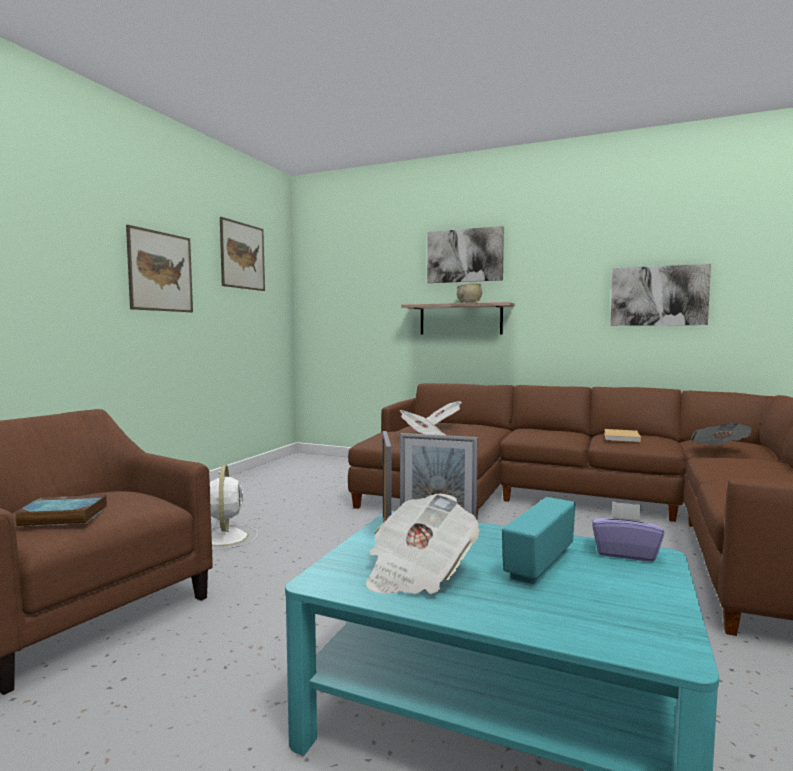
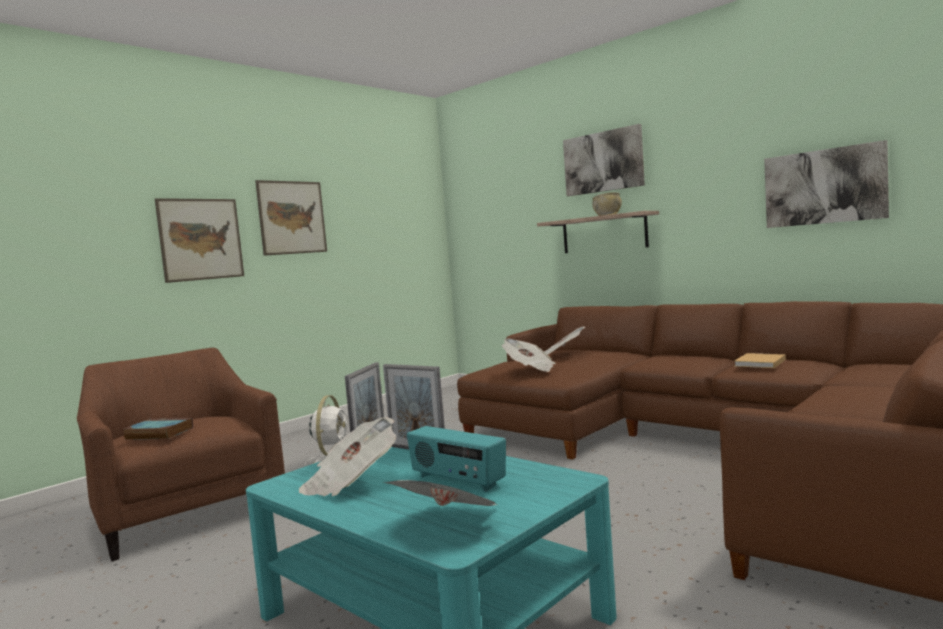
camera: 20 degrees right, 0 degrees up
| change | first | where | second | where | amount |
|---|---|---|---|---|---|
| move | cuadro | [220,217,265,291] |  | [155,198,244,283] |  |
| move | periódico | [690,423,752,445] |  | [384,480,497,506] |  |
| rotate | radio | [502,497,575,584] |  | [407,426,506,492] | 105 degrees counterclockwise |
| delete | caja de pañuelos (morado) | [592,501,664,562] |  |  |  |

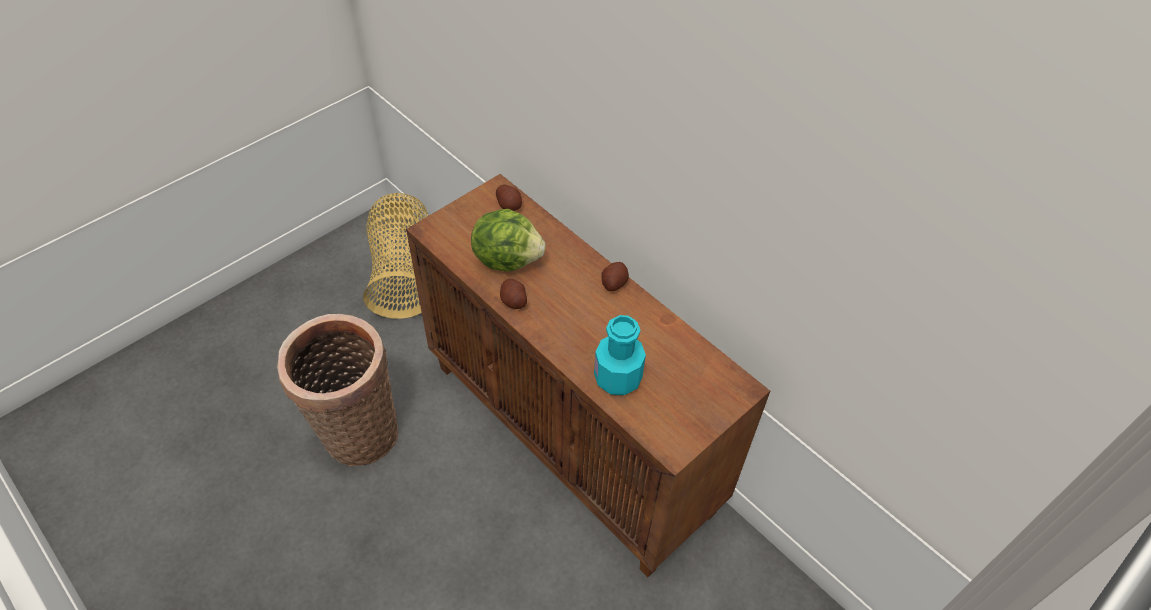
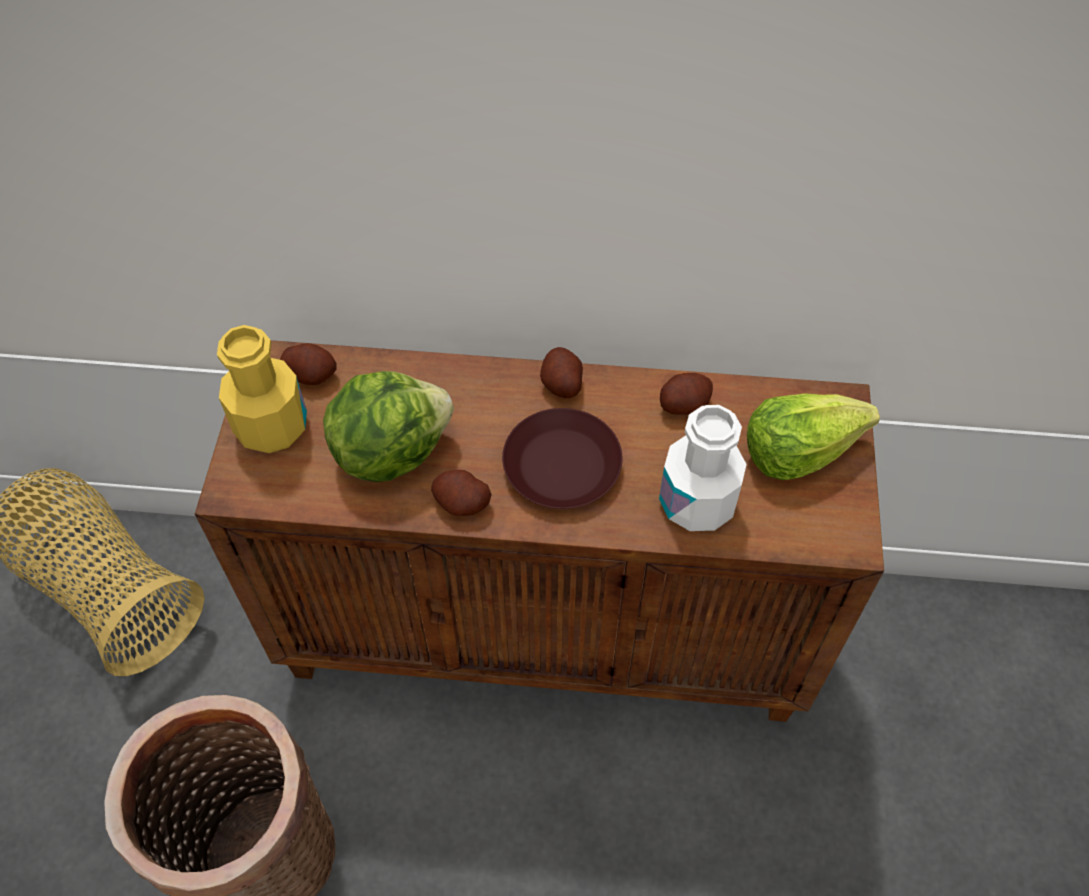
camera: 40 degrees left, 5 degrees up
| change | first | where | second | where | amount |
|---|---|---|---|---|---|
| recolor | botella (turquesa) | [594,315,646,395] | botella (blanco) | [659,405,747,531] |  |
| insert |  |  | botella (amarillo) | [217,325,307,453] |  |
| insert |  |  | patata | [660,373,713,415] |  |
| insert |  |  | lechuga | [747,393,880,480] |  |
| insert |  |  | plato (marrón) | [502,408,622,509] |  |

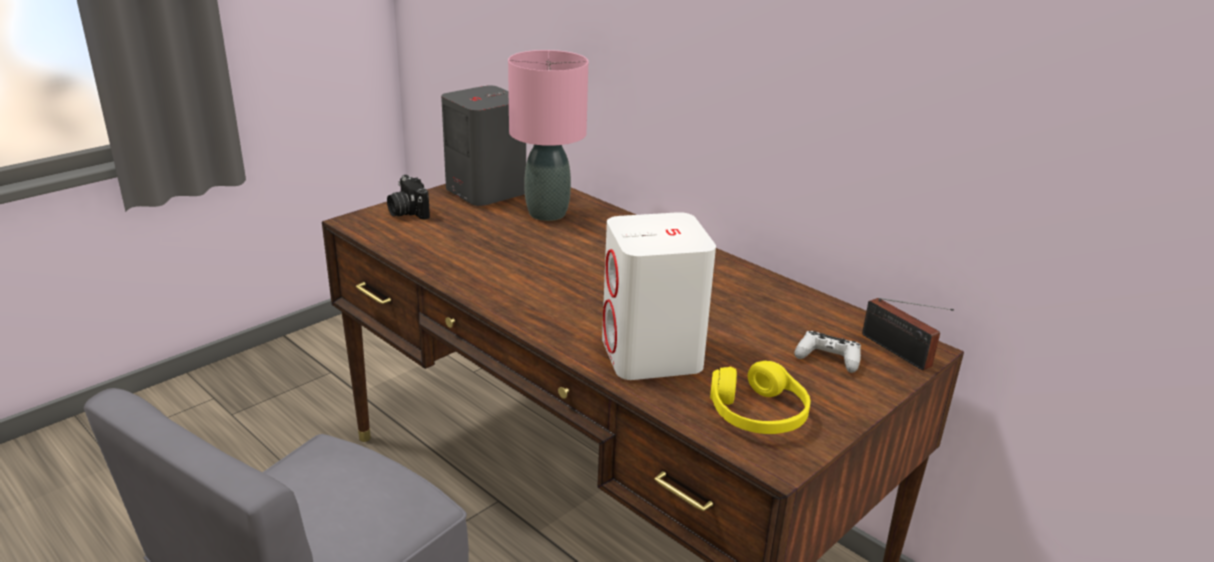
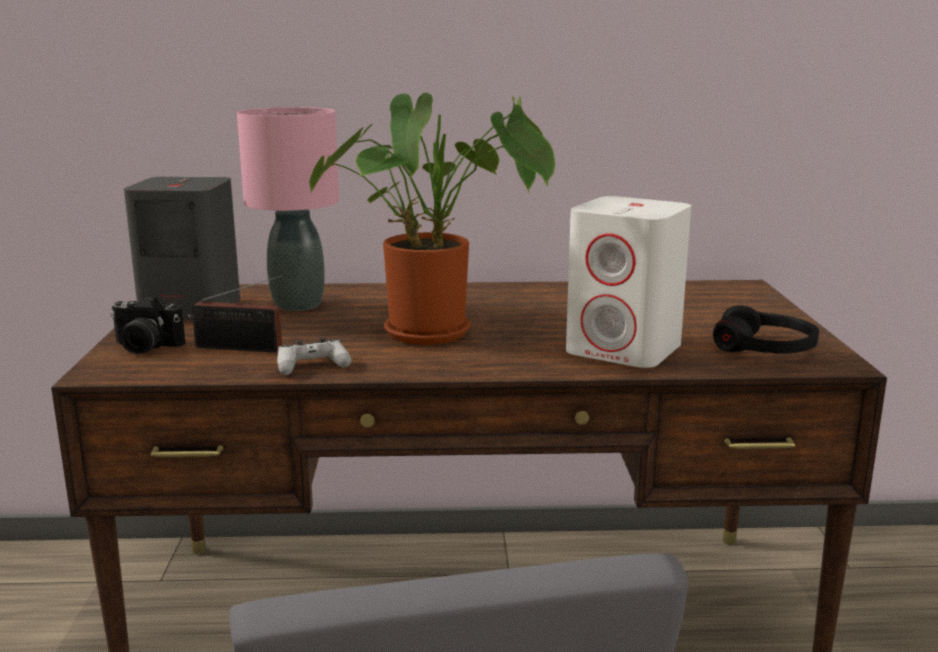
camera: 45 degrees left, 10 degrees down
| change | first | where | second | where | amount |
|---|---|---|---|---|---|
| move | radio | [862,298,954,370] |  | [192,274,286,353] |  |
| move | mando de consola (blanco) | [794,331,861,373] |  | [277,338,352,375] |  |
| recolor | auriculares (amarillo) | [710,361,810,434] | auriculares (negro) | [713,305,819,354] |  |
| insert |  |  | planta en maceta | [309,93,555,345] |  |

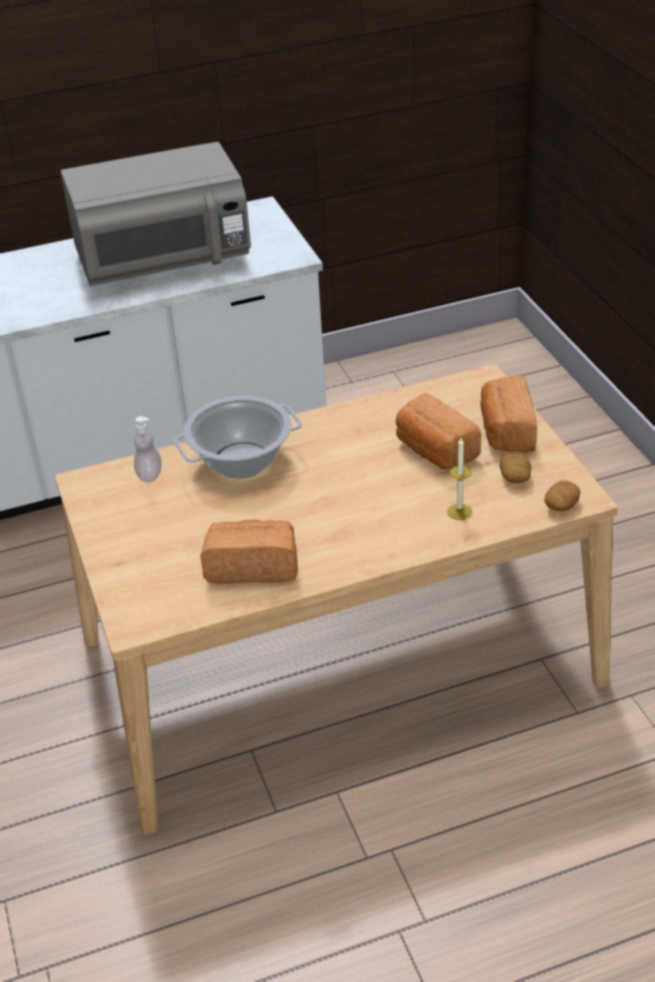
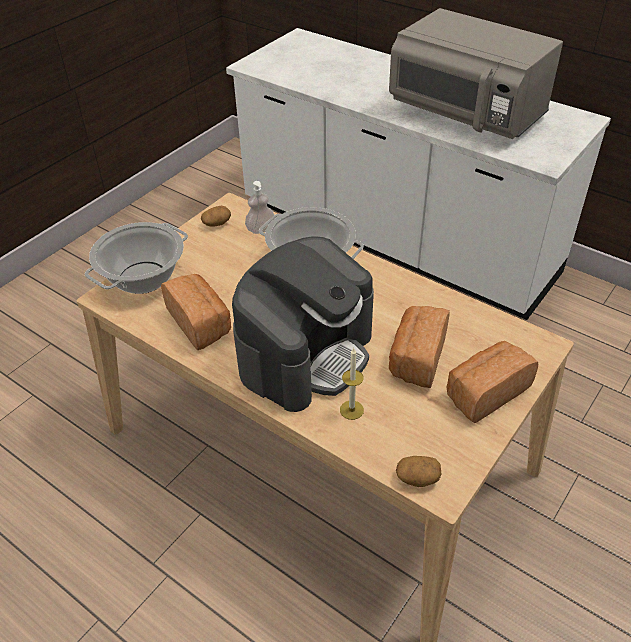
camera: 55 degrees right, 5 degrees up
| change | first | where | second | where | amount |
|---|---|---|---|---|---|
| move | patata | [500,453,531,483] |  | [201,205,231,227] |  |
| insert |  |  | olla | [84,222,188,294] |  |
| insert |  |  | cafetera | [232,236,374,412] |  |

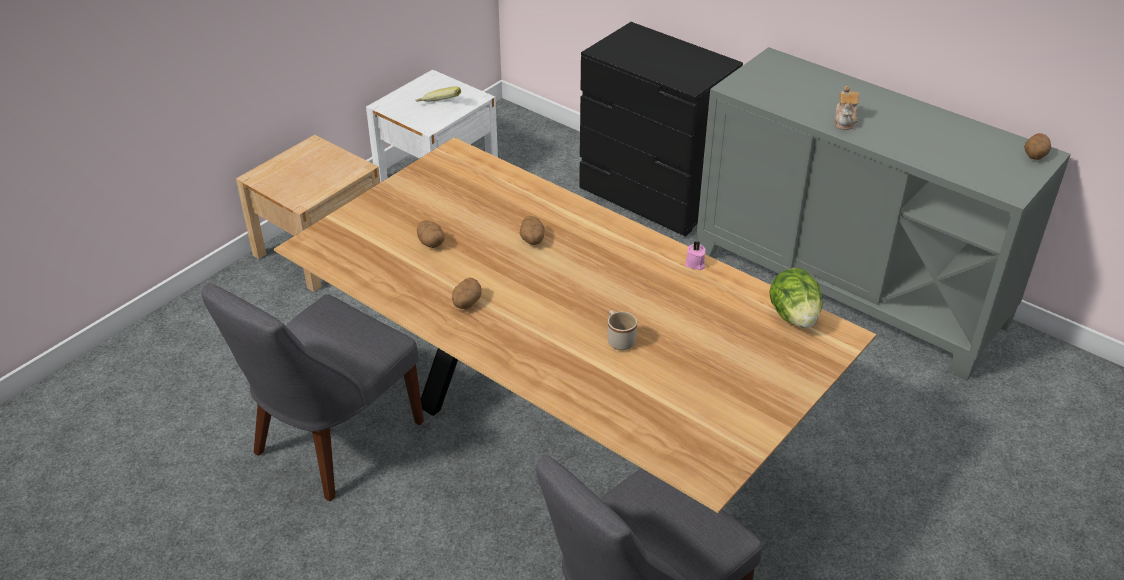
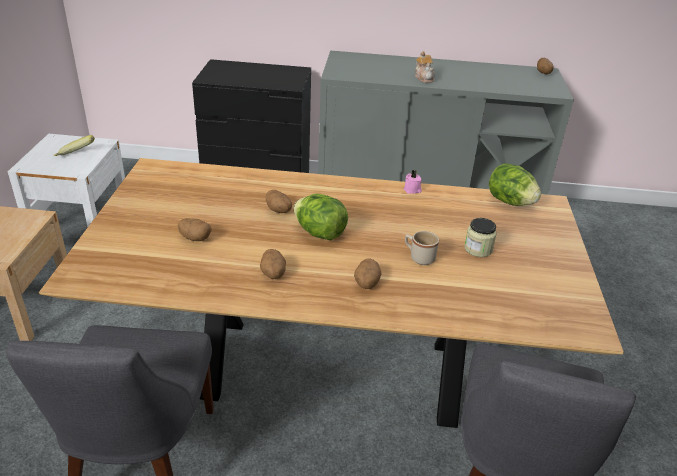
camera: 35 degrees left, 5 degrees down
| change | first | where | second | where | amount |
|---|---|---|---|---|---|
| insert |  |  | lechuga | [294,194,348,240] |  |
| insert |  |  | tarro | [464,218,497,257] |  |
| insert |  |  | patata | [354,258,382,289] |  |

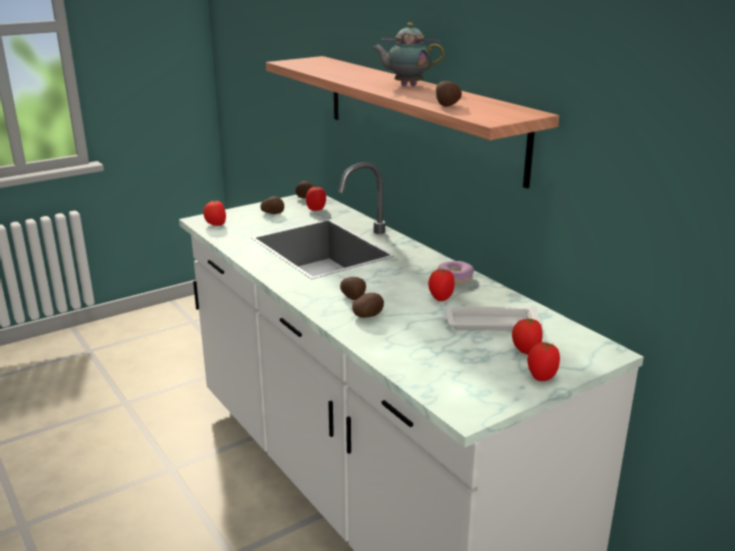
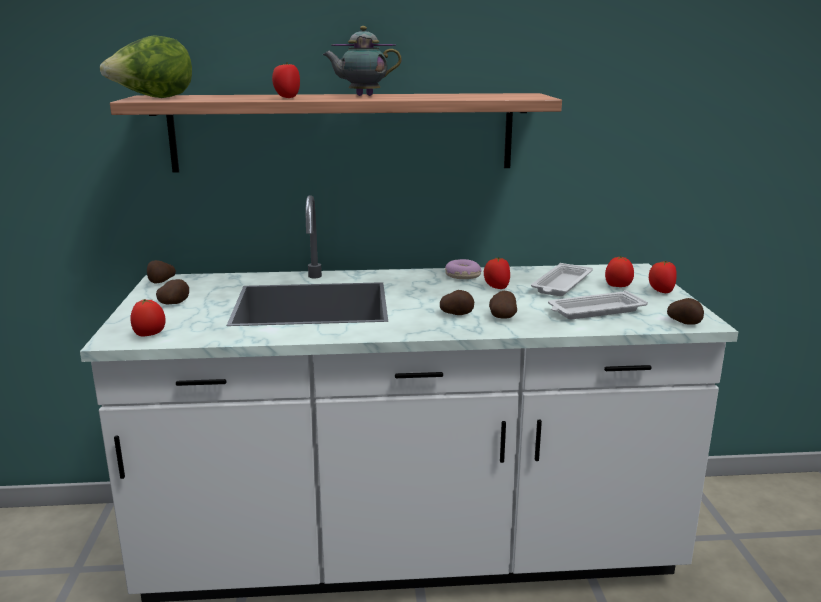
camera: 60 degrees left, 5 degrees down
| change | first | where | second | where | amount |
|---|---|---|---|---|---|
| rotate | tetera | [372,23,444,86] |  | [323,26,402,96] | 45 degrees clockwise |
| move | patata | [436,81,462,107] |  | [667,298,704,324] |  |
| move | tomate | [306,186,326,211] |  | [272,62,300,98] |  |
| insert |  |  | lechuga | [100,35,192,98] |  |
| insert |  |  | bandeja (blanco) | [548,290,648,320] |  |

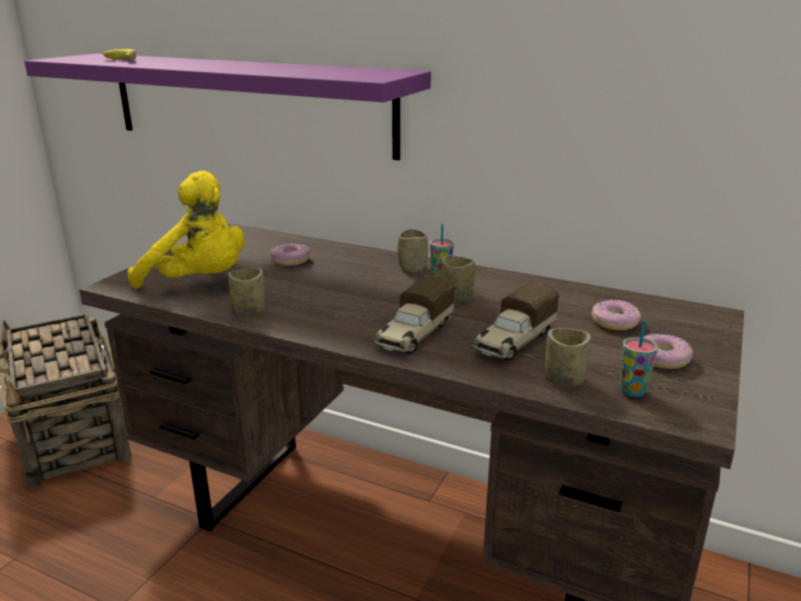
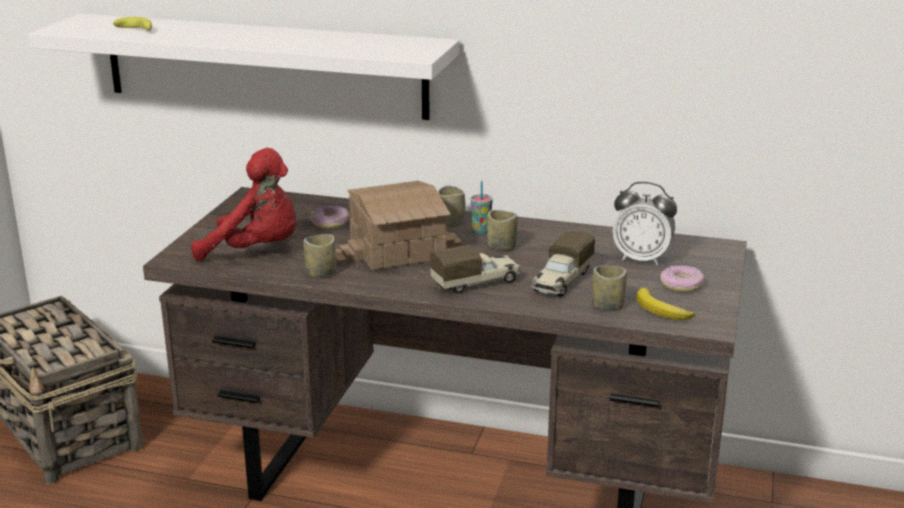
camera: 10 degrees left, 0 degrees up
| change | first | where | second | where | amount |
|---|---|---|---|---|---|
| recolor | estante (morado) | [24,54,431,160] | estante (blanco) | [28,14,459,120] |  |
| recolor | peluche (amarillo) | [127,171,245,289] | peluche (rojo) | [191,148,296,261] |  |
| rotate | camión de juguete | [375,277,455,354] |  | [430,245,521,293] | 135 degrees counterclockwise |
| replace | rosquilla | [591,300,641,330] | despertador | [613,182,677,265] |  |
| replace | taza | [620,320,658,397] | plátano | [636,288,695,320] |  |
| insert |  |  | casita | [336,181,462,270] |  |

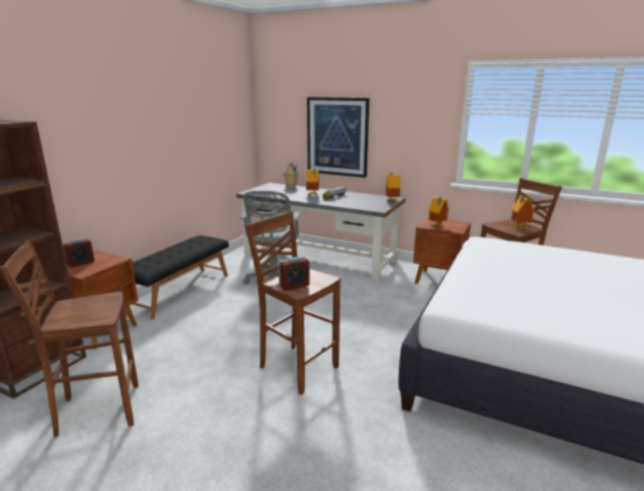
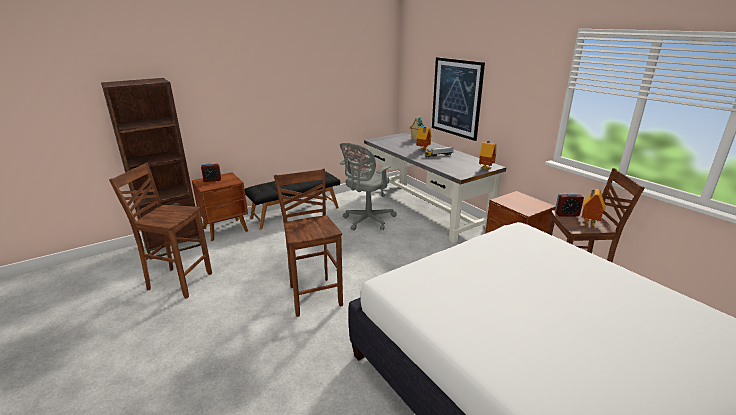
camera: 30 degrees right, 5 degrees up
| change | first | where | second | where | amount |
|---|---|---|---|---|---|
| delete | casita | [428,197,449,228] |  |  |  |
| move | despertador | [278,256,310,291] |  | [555,192,584,217] |  |

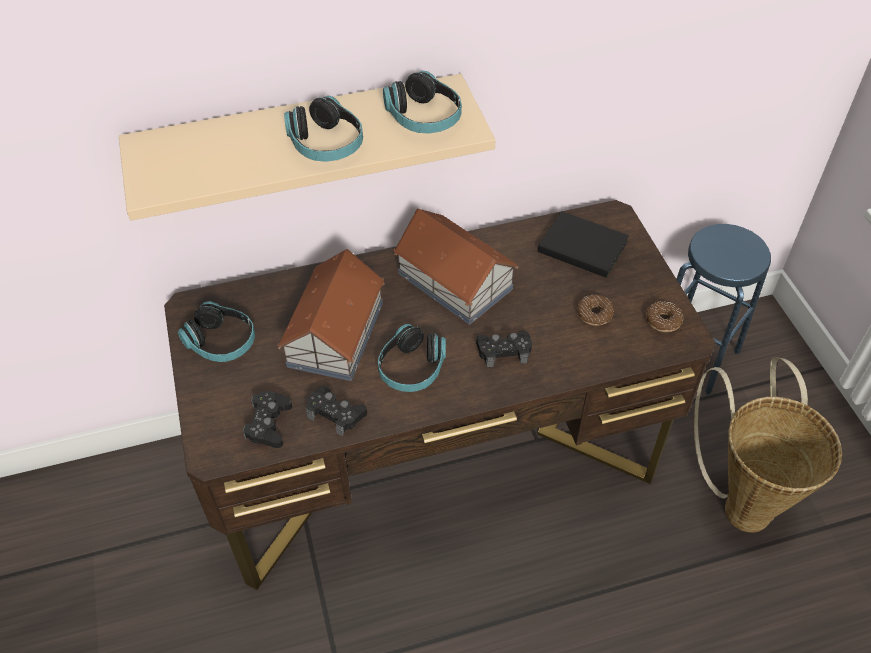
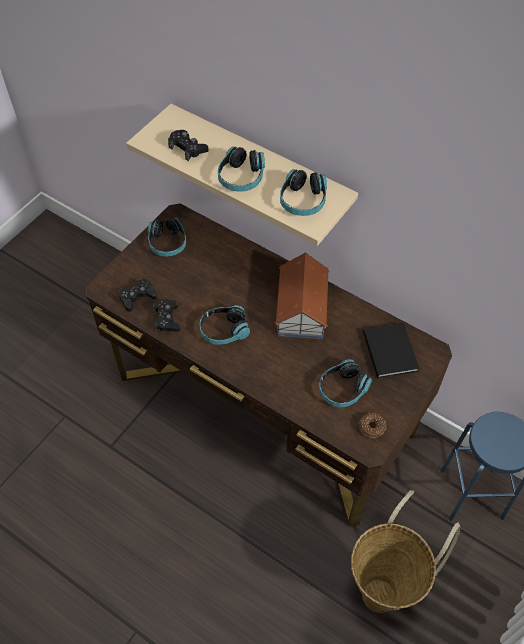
camera: 50 degrees right, 5 degrees up
| change | first | where | second | where | amount |
|---|---|---|---|---|---|
| delete | casita | [278,249,385,381] |  |  |  |
| replace | rosquilla | [577,295,614,326] | auriculares | [319,359,372,407] |  |
| move | mando de consola (negro) | [476,331,532,367] |  | [168,130,209,162] |  |

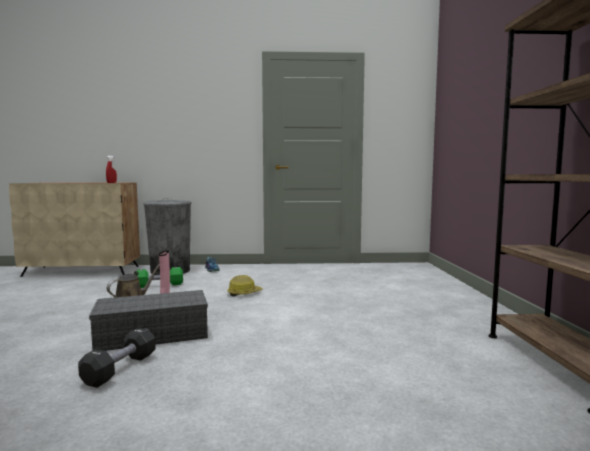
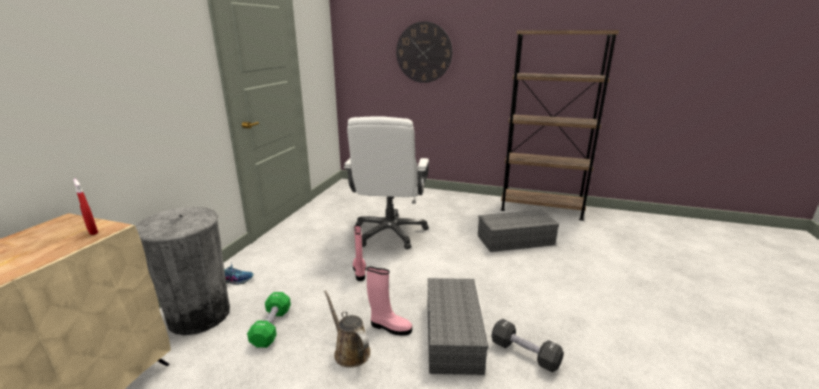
camera: 70 degrees left, 15 degrees up
| change | first | where | second | where | amount |
|---|---|---|---|---|---|
| replace | casco | [227,275,263,297] | bota (rosa) | [353,225,366,281] |  |
| insert |  |  | reloj de pared | [396,21,452,83] |  |
| insert |  |  | silla de oficina (blanco) | [343,116,429,249] |  |
| insert |  |  | caja de almacenaje (gris) | [478,210,559,252] |  |

